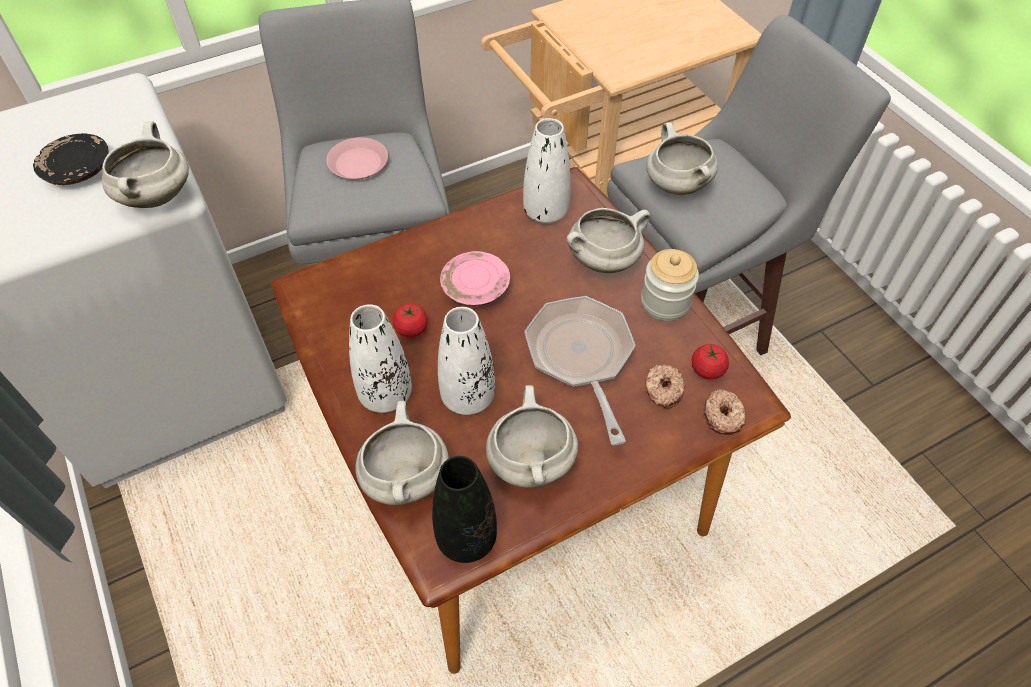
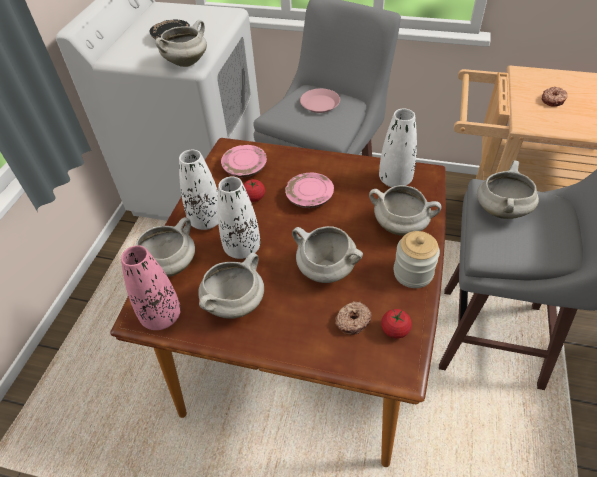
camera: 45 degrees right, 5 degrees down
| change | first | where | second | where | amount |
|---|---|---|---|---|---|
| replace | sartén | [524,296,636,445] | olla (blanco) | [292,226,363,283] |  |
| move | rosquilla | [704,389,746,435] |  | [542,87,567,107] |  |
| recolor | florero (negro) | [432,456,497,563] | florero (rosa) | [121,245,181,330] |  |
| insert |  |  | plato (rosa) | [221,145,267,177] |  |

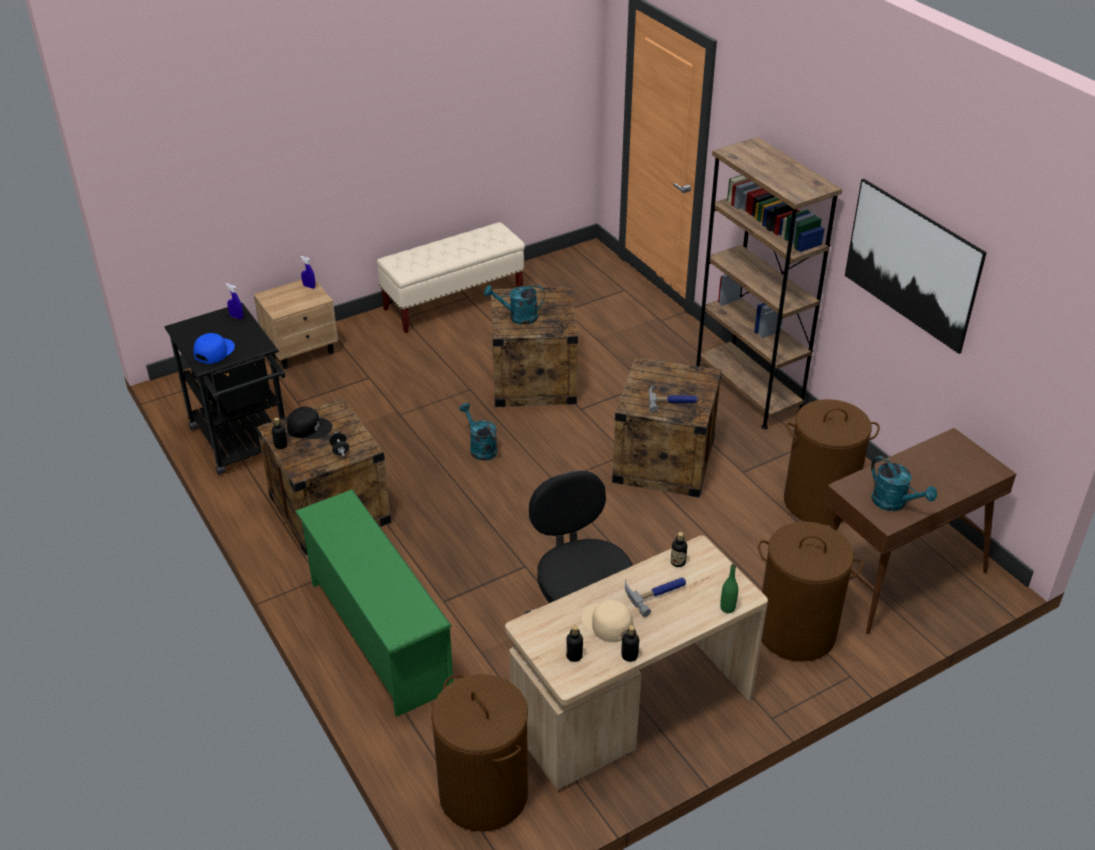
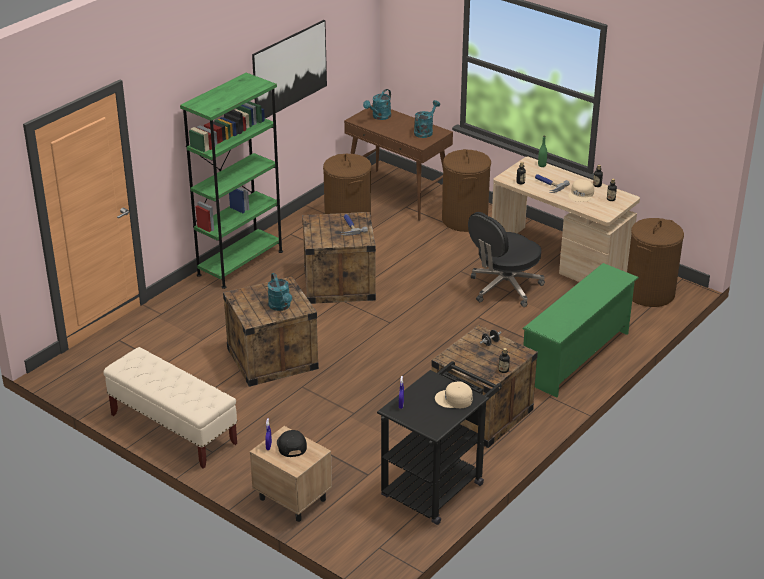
camera: 110 degrees left, 5 degrees down
| change | first | where | second | where | amount |
|---|---|---|---|---|---|
| recolor | estantería (marrón) | [696,137,842,429] | estantería (verde) | [180,73,283,289] |  |
| recolor | gorra (azul) | [193,333,235,364] | gorra (beis) | [435,382,473,408] |  |
| move | regadera (turquesa) | [459,403,498,461] |  | [363,89,391,120] |  |
| move | gorra (negro) | [287,407,332,439] |  | [277,430,307,457] |  |

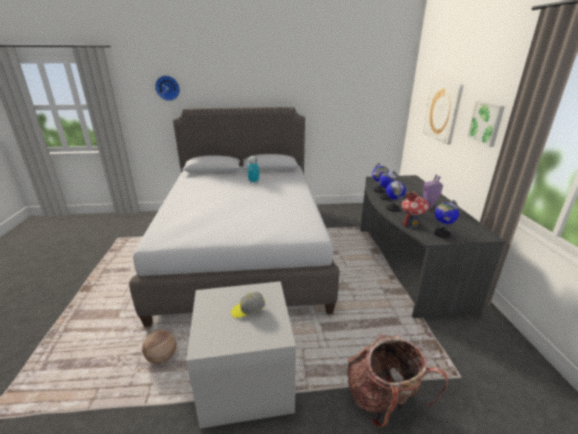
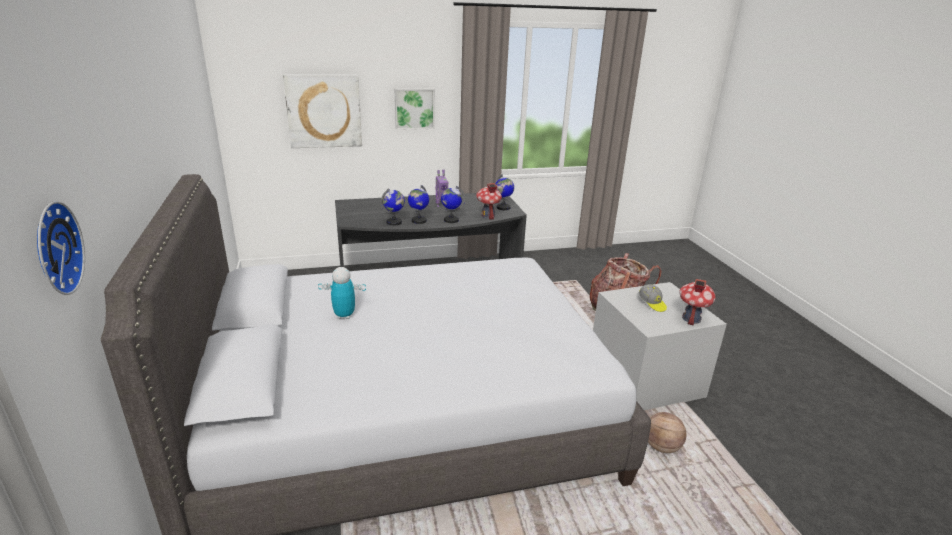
camera: 100 degrees left, 0 degrees up
| change | first | where | second | where | amount |
|---|---|---|---|---|---|
| insert |  |  | casita | [679,279,715,326] |  |

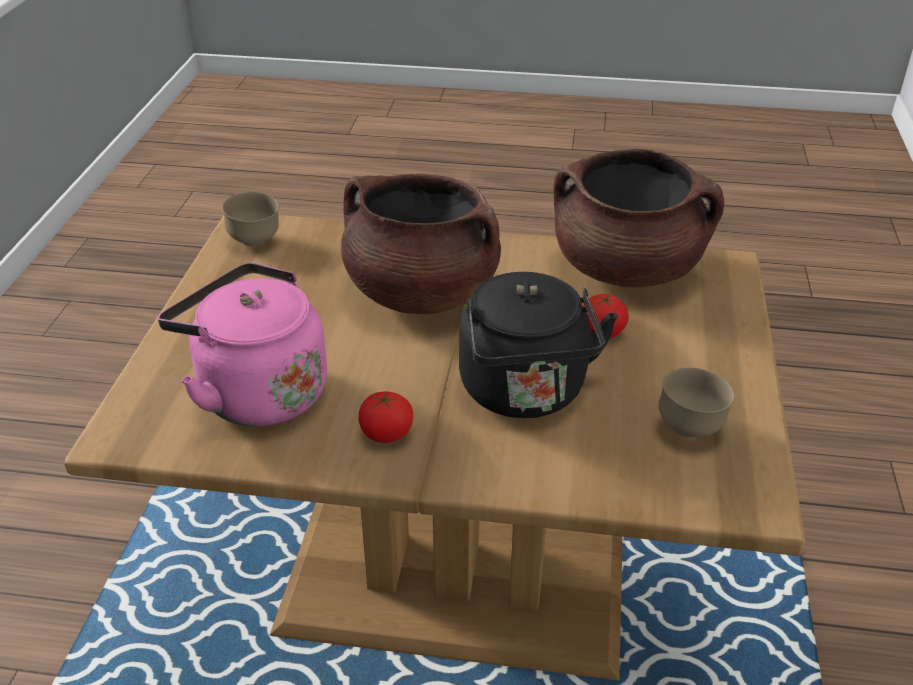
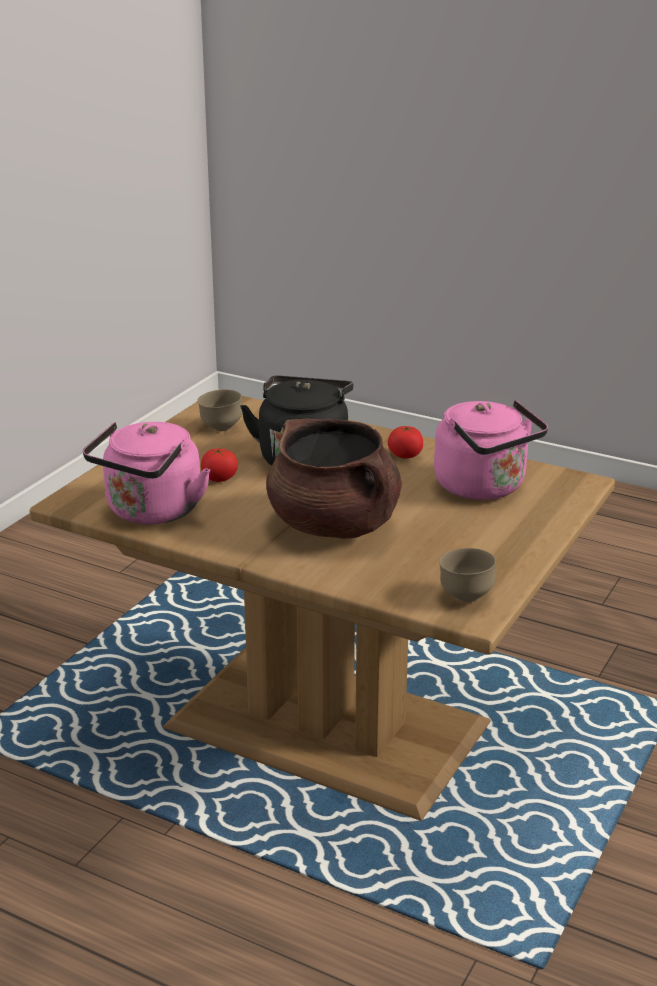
camera: 160 degrees left, 10 degrees down
| change | first | where | second | where | amount |
|---|---|---|---|---|---|
| replace | olla (marrón) | [553,149,724,288] | hervidor (rosa) | [83,422,210,524] |  |

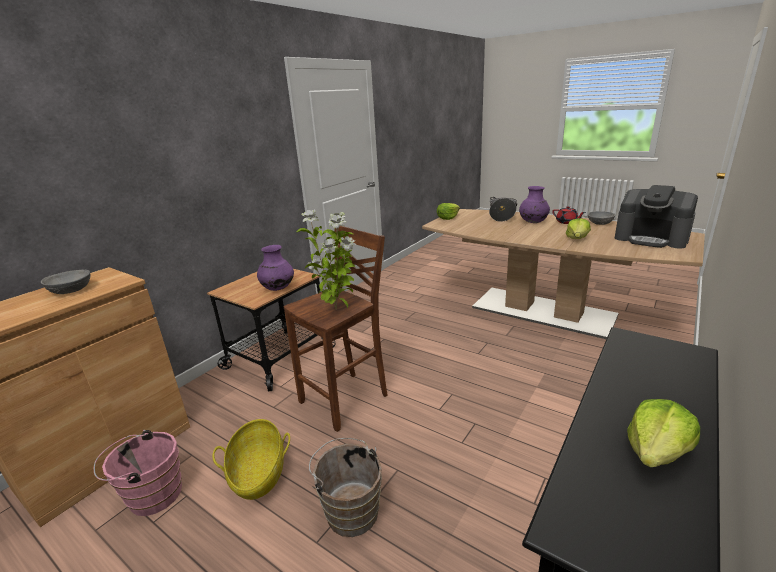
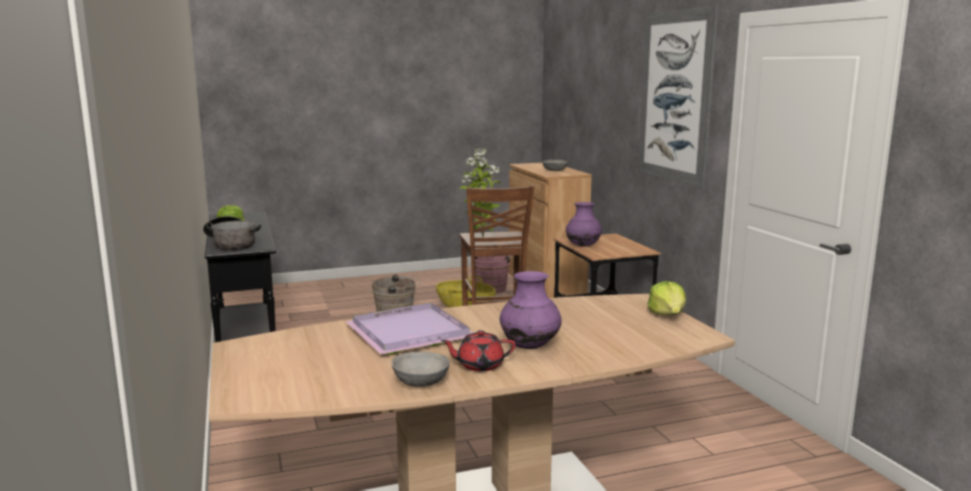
camera: 125 degrees right, 10 degrees down
| change | first | where | second | where | amount |
|---|---|---|---|---|---|
| delete | cafetera | [615,185,698,248] |  |  |  |
| move | olla | [489,197,517,222] |  | [203,216,261,251] |  |
| replace | lechuga | [566,218,591,239] | bandeja (morado) | [345,303,474,355] |  |
| insert |  |  | cuadro | [638,6,718,188] |  |

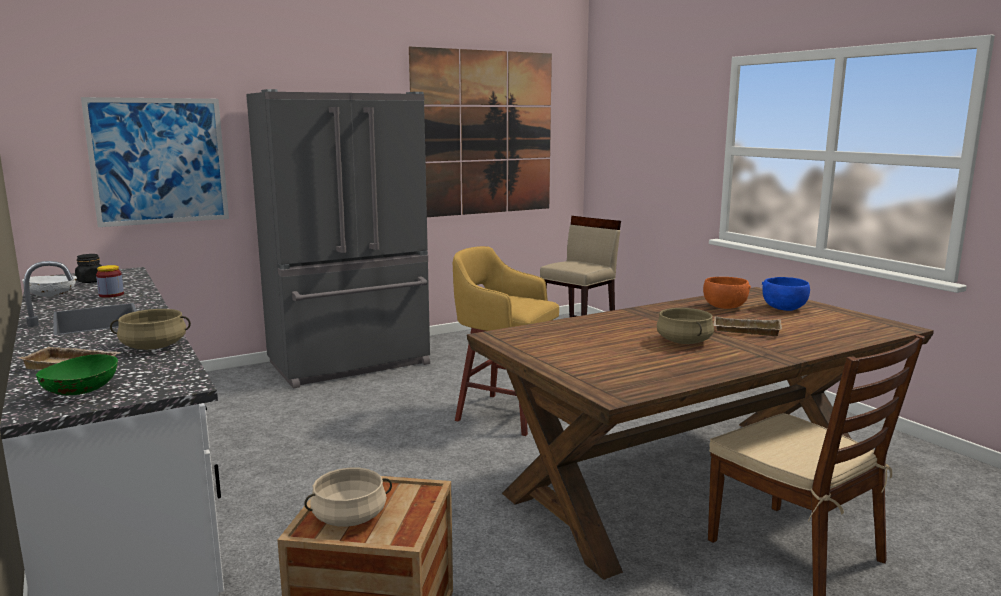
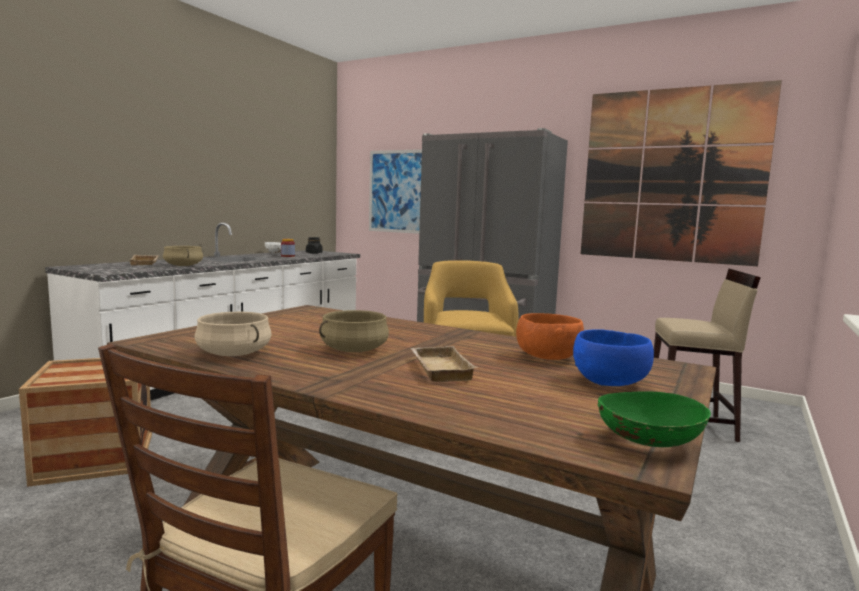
camera: 60 degrees right, 5 degrees down
| change | first | where | second | where | amount |
|---|---|---|---|---|---|
| move | cuenco (verde) | [36,354,118,395] |  | [598,391,711,447] |  |
| move | olla (beis) | [304,468,392,527] |  | [194,312,272,356] |  |

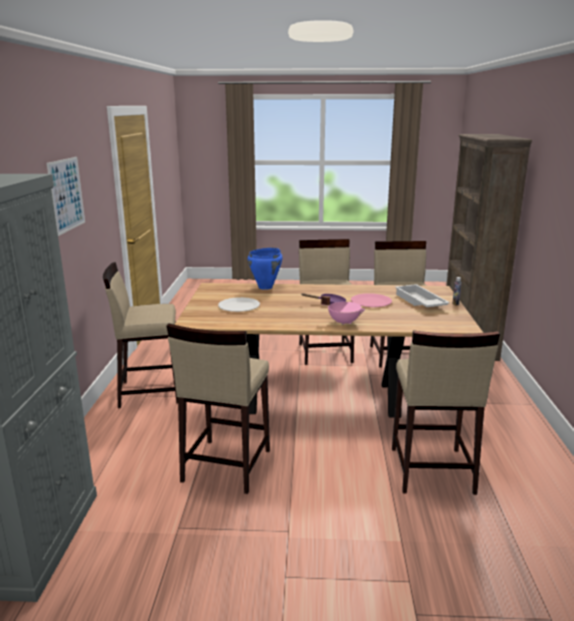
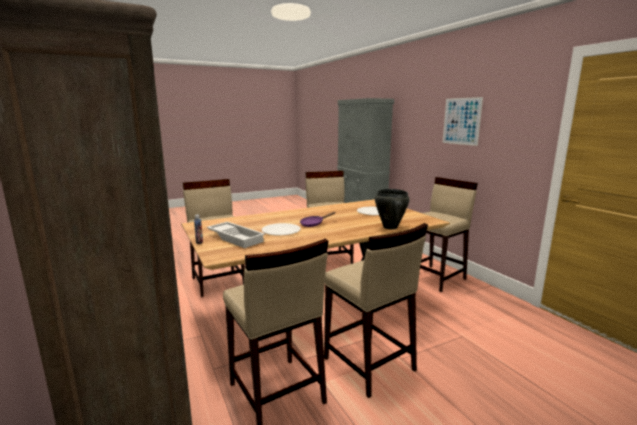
camera: 150 degrees right, 5 degrees down
| change | first | where | second | where | amount |
|---|---|---|---|---|---|
| recolor | olla (azul) | [248,248,282,290] | olla (negro) | [375,189,410,230] |  |
| recolor | plato (rosa) | [351,293,392,307] | plato (blanco) | [262,223,301,235] |  |
| delete | olla (rosa) | [321,296,366,326] |  |  |  |

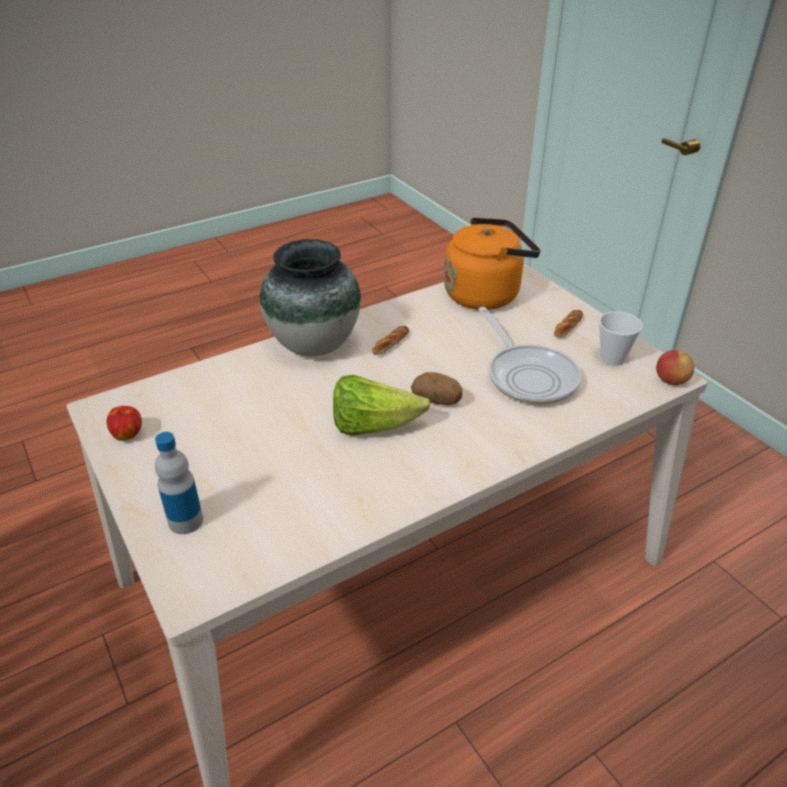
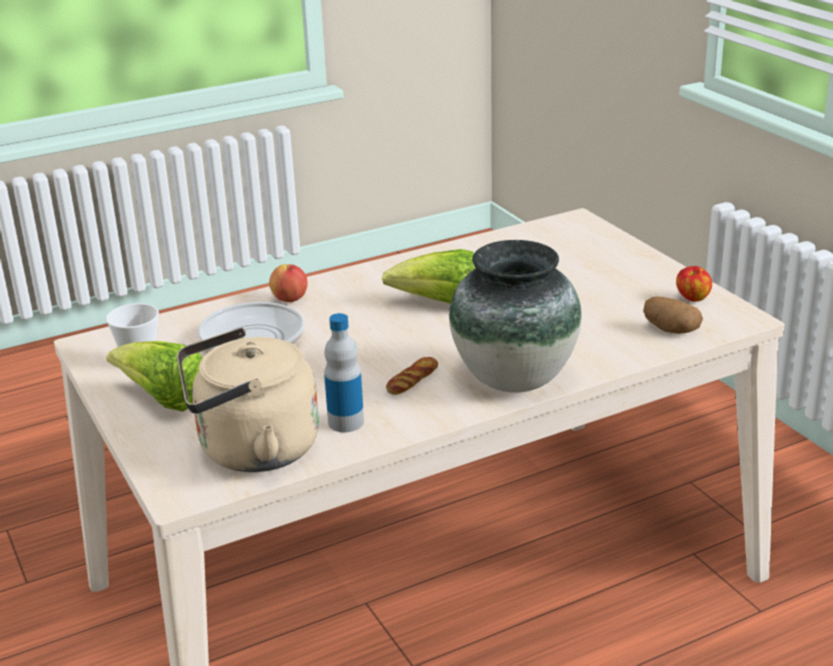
camera: 175 degrees left, 10 degrees down
| change | first | where | second | where | amount |
|---|---|---|---|---|---|
| recolor | hervidor (naranja) | [444,217,541,310] | hervidor (beis) | [177,328,319,472] |  |
| replace | pan | [554,310,583,338] | lechuga | [107,341,202,411] |  |
| move | manzana | [656,350,694,385] |  | [269,264,308,302] |  |
| move | patata | [411,372,462,405] |  | [643,296,703,334] |  |
| move | botella | [155,432,203,534] |  | [324,313,364,432] |  |

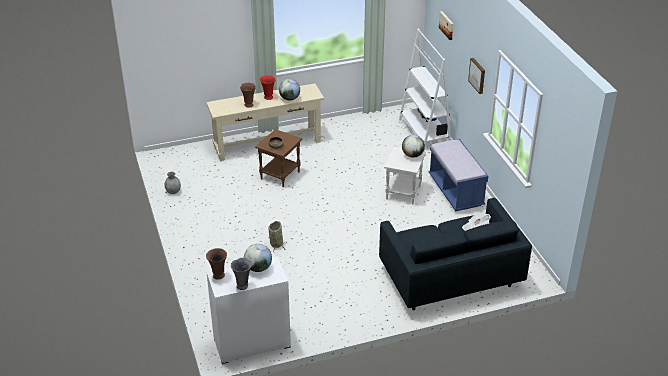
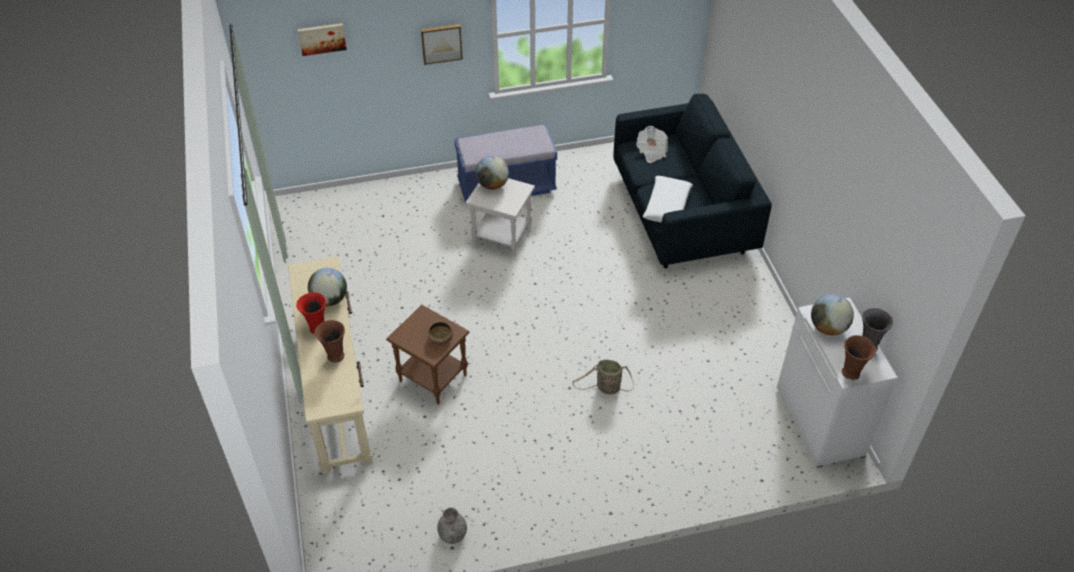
camera: 85 degrees left, 10 degrees up
| change | first | where | second | where | amount |
|---|---|---|---|---|---|
| delete | estantería (blanco) | [399,28,451,152] |  |  |  |
| insert |  |  | cojín (blanco) | [643,176,693,223] |  |

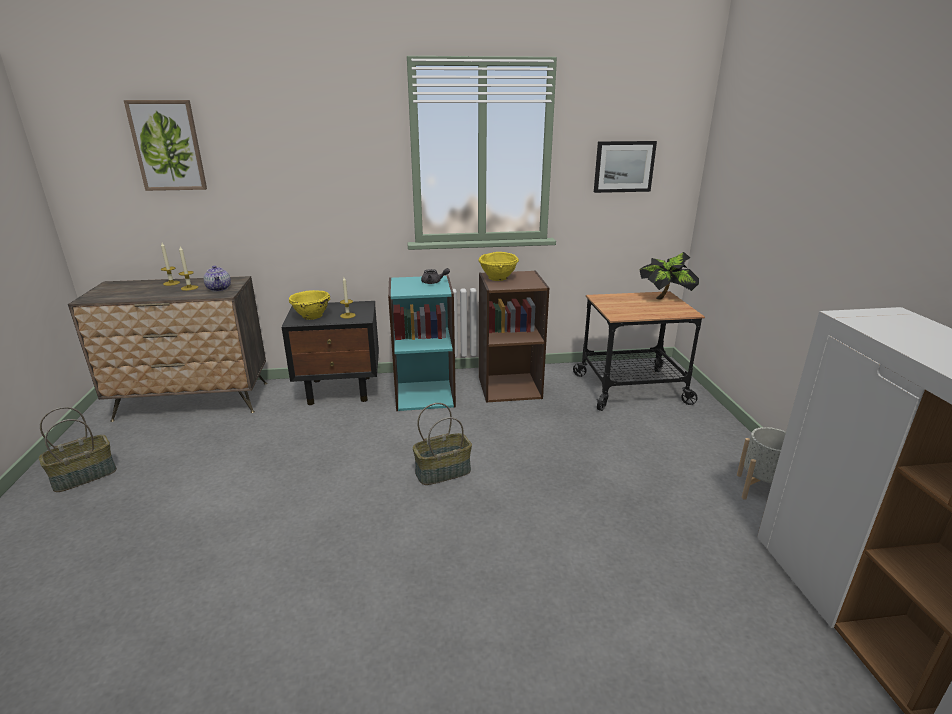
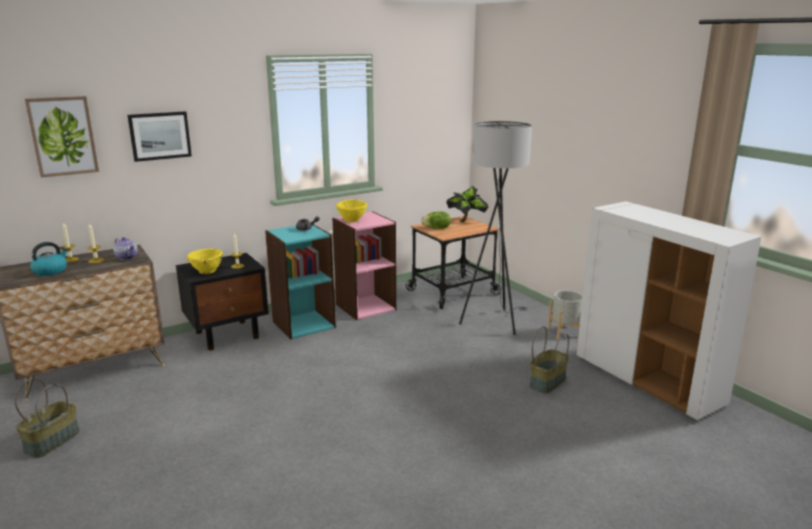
camera: 25 degrees left, 5 degrees down
| change | first | where | second | where | amount |
|---|---|---|---|---|---|
| move | cuadro | [594,141,657,193] |  | [127,111,192,162] |  |
| recolor | estantería (marrón) | [479,270,549,403] | estantería (rosa) | [332,212,396,320] |  |
| move | cesta | [413,403,472,485] |  | [530,326,569,394] |  |
| insert |  |  | lámpara de pie (gris) | [459,121,532,335] |  |
| insert |  |  | lechuga | [421,211,451,229] |  |
| insert |  |  | hervidor | [30,242,68,276] |  |

